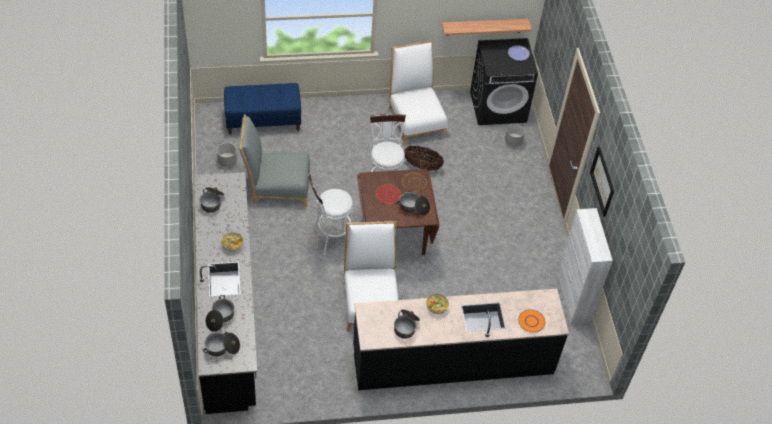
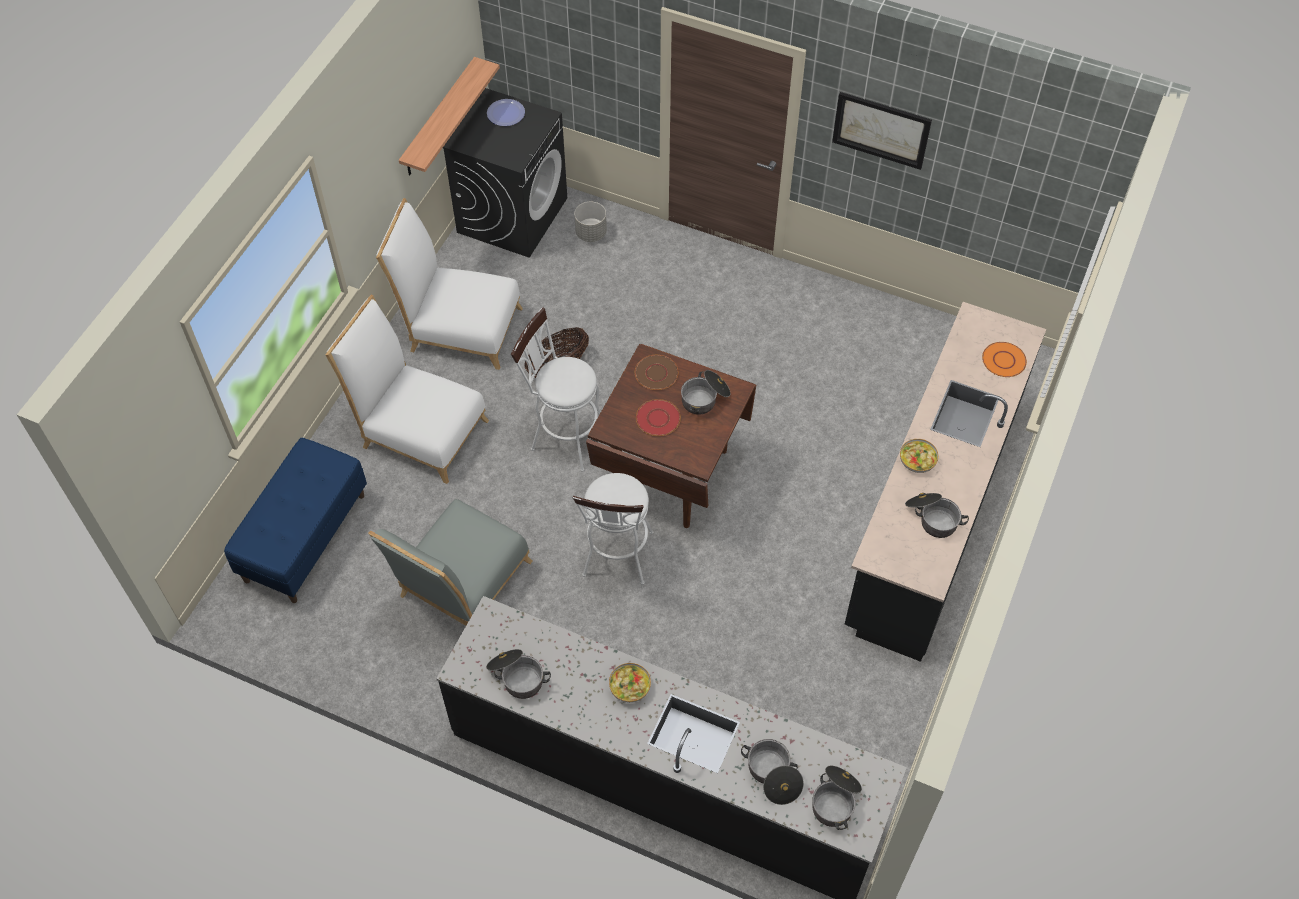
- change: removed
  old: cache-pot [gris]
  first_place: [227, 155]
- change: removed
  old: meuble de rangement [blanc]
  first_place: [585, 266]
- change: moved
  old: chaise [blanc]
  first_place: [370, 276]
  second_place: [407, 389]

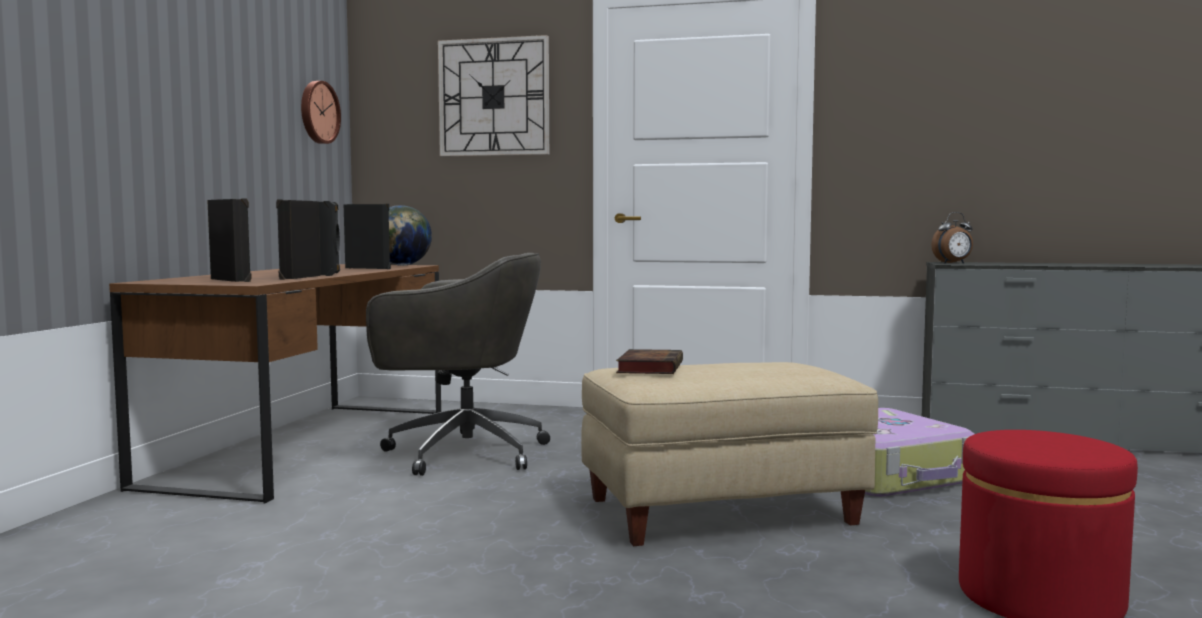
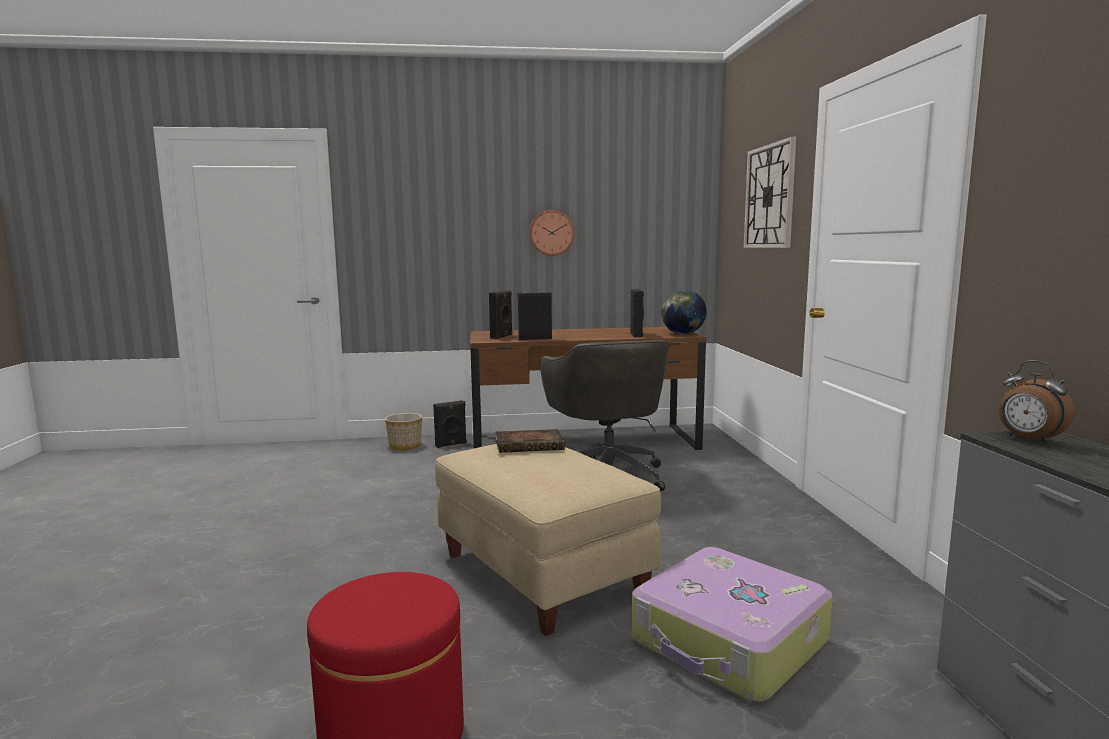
- change: added
  new: cache-pot
  second_place: [403, 431]
- change: moved
  old: horloge murale
  first_place: [321, 112]
  second_place: [551, 233]
- change: moved
  old: enceinte [noir]
  first_place: [329, 238]
  second_place: [450, 424]

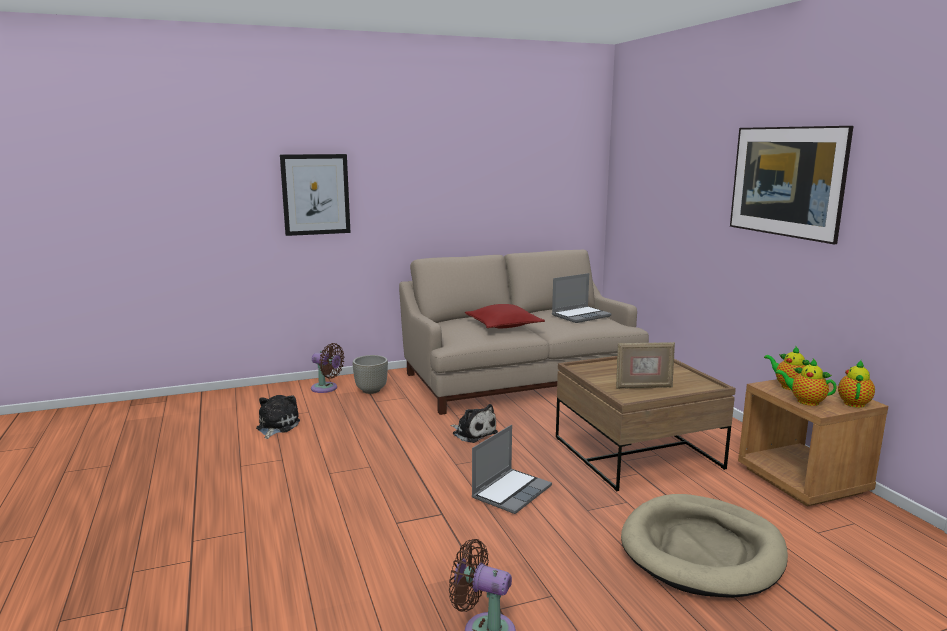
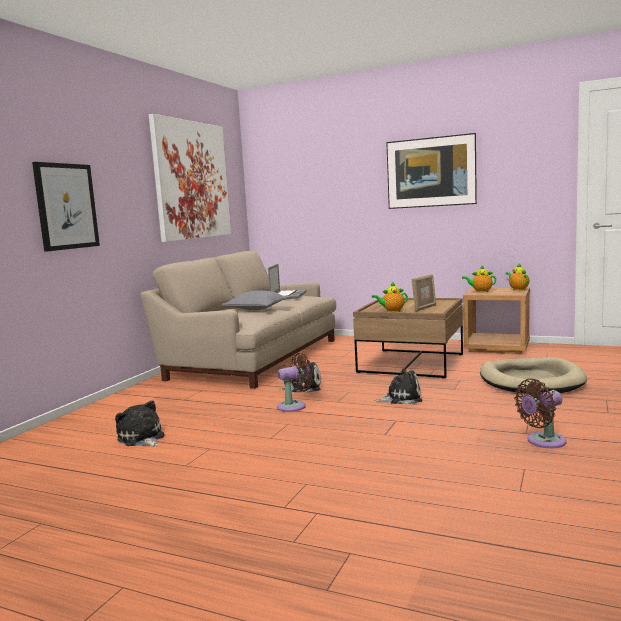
- change: removed
  old: cache-pot [gris]
  first_place: [370, 374]
- change: added
  new: tableau
  second_place: [190, 178]
- change: moved
  old: ventilateur [marron]
  first_place: [328, 368]
  second_place: [294, 382]
- change: moved
  old: théière
  first_place: [806, 382]
  second_place: [390, 297]
- change: replaced
  old: ordinateur portable
  new: peluche
  first_place: [512, 469]
  second_place: [398, 386]
- change: recoloured
  old: coussin [rouge]
  new: coussin [gris]
  first_place: [505, 316]
  second_place: [255, 300]

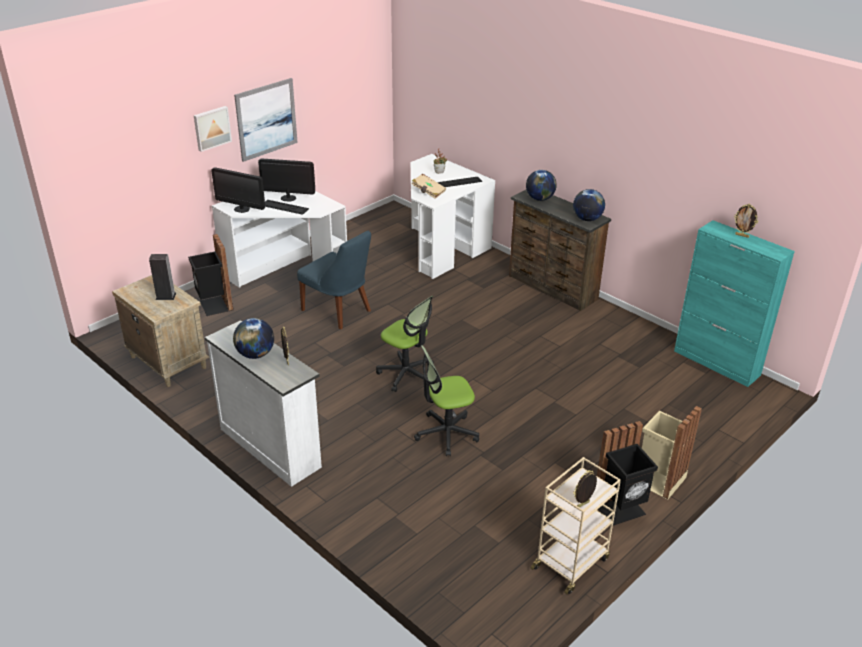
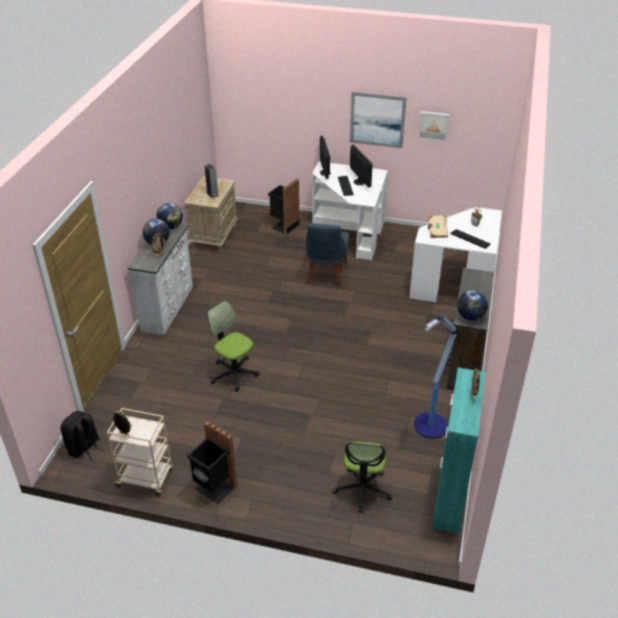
- change: removed
  old: poubelle [beige]
  first_place: [672, 452]
- change: added
  new: sac à dos [noir]
  second_place: [81, 435]
- change: added
  new: lampadaire
  second_place: [435, 376]
- change: moved
  old: tableau
  first_place: [213, 129]
  second_place: [434, 126]
- change: moved
  old: chaise de bureau
  first_place: [405, 344]
  second_place: [363, 477]
- change: moved
  old: globe
  first_place: [541, 185]
  second_place: [169, 216]

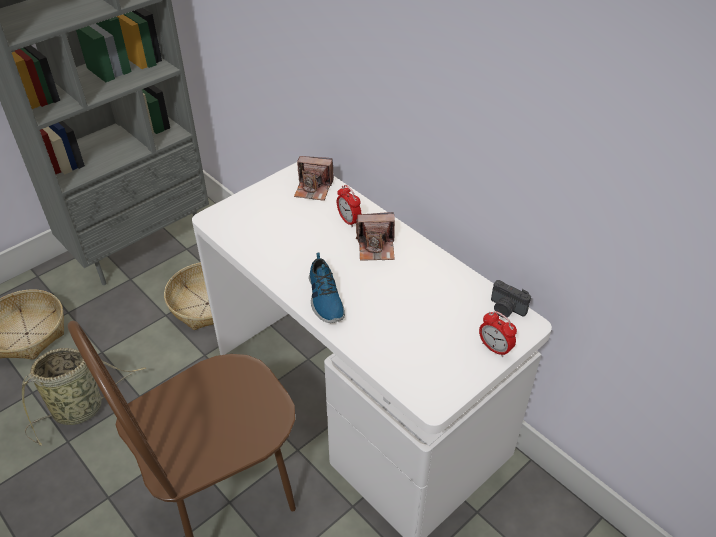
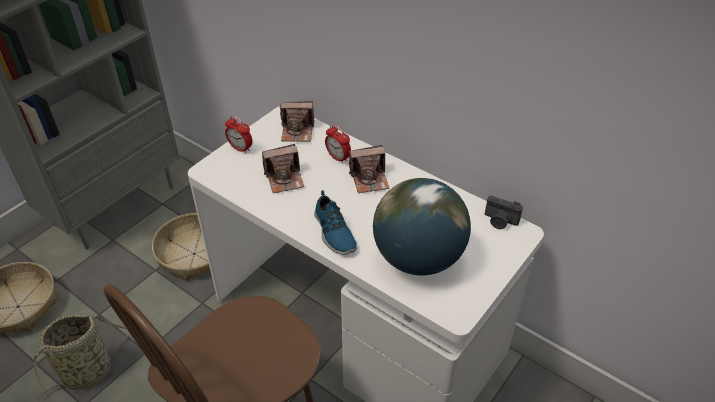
- change: added
  new: appareil photo
  second_place: [283, 168]
- change: added
  new: globe
  second_place: [422, 227]
- change: moved
  old: réveil
  first_place: [498, 334]
  second_place: [239, 134]

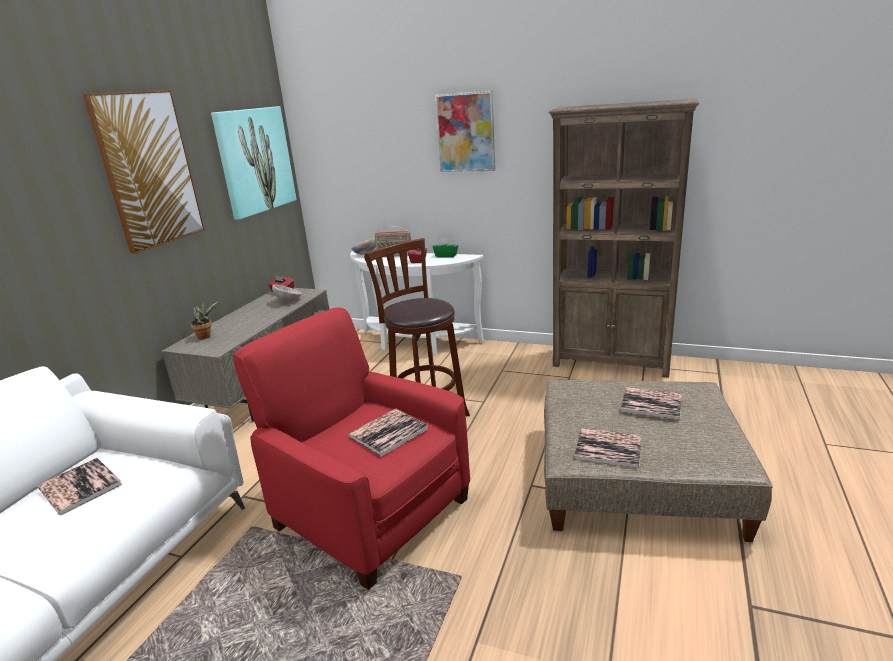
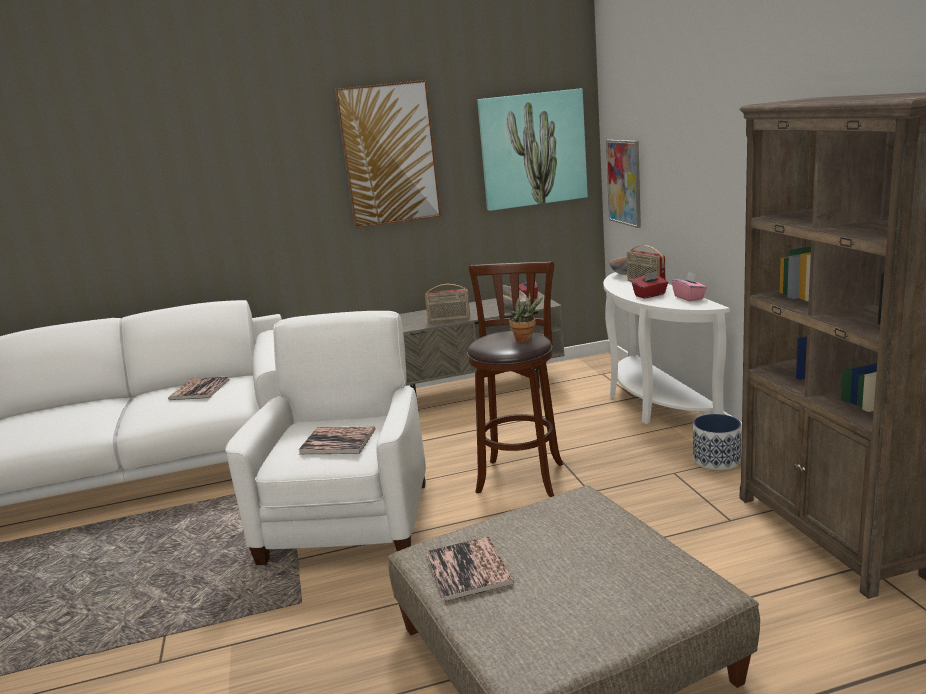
- change: removed
  old: livre
  first_place: [651, 403]
- change: added
  new: radio
  second_place: [447, 303]
- change: added
  new: cache-pot
  second_place: [717, 442]
- change: moved
  old: plante en pot
  first_place: [204, 320]
  second_place: [526, 317]
- change: moved
  old: tableau
  first_place: [465, 131]
  second_place: [623, 184]
- change: recoloured
  old: fauteuil [rouge]
  new: fauteuil [blanc]
  first_place: [351, 448]
  second_place: [326, 438]
- change: recoloured
  old: boîte à mouchoirs [vert]
  new: boîte à mouchoirs [rose]
  first_place: [445, 248]
  second_place: [689, 286]

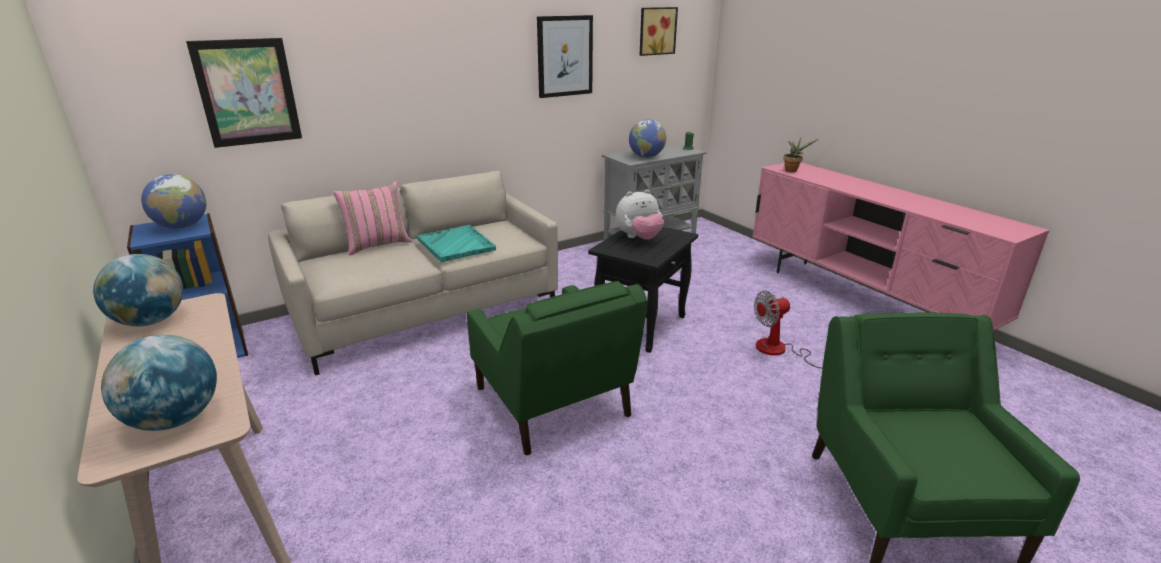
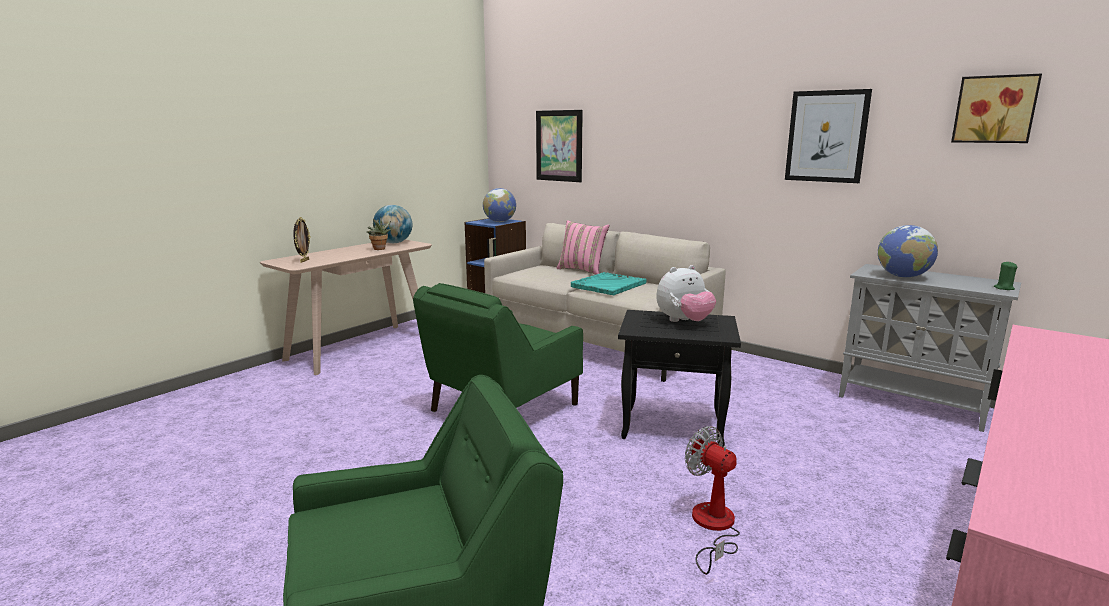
- change: moved
  old: plante en pot
  first_place: [801, 154]
  second_place: [379, 233]
- change: replaced
  old: globe
  new: cadre photo
  first_place: [159, 383]
  second_place: [301, 240]
- change: turned
  old: peluche
  first_place: [640, 214]
  second_place: [686, 293]
  degrees: -75

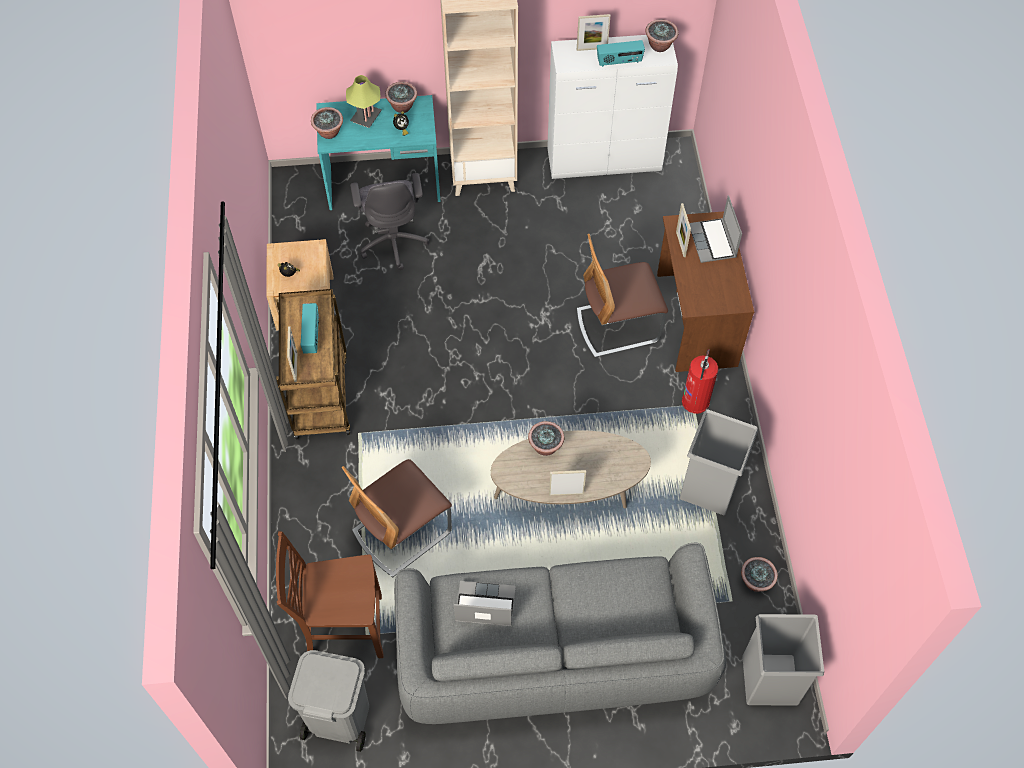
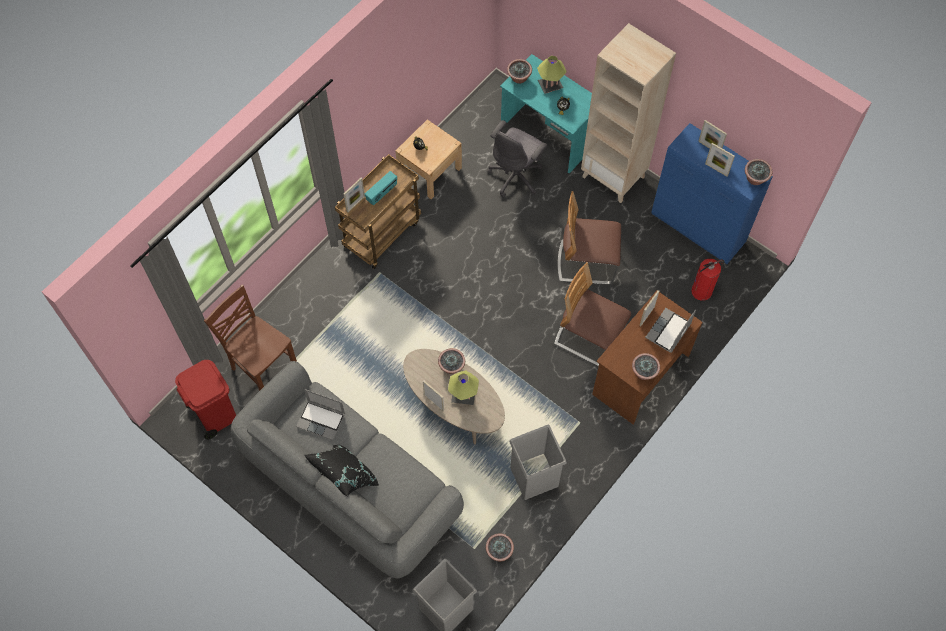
- change: added
  new: coussin [noir]
  second_place: [341, 471]
- change: added
  new: lampe de table
  second_place: [463, 387]
- change: moved
  old: chaise
  first_place: [397, 518]
  second_place: [589, 237]
- change: moved
  old: plante en pot
  first_place: [401, 97]
  second_place: [646, 366]
- change: moved
  old: extincteur
  first_place: [700, 381]
  second_place: [707, 280]
- change: replaced
  old: radio
  new: cadre photo
  first_place: [621, 53]
  second_place: [720, 160]
- change: recoloured
  old: poubelle [gris]
  new: poubelle [rouge]
  first_place: [328, 701]
  second_place: [205, 400]
- change: recoloured
  old: meuble de rangement [blanc]
  new: meuble de rangement [bleu]
  first_place: [612, 107]
  second_place: [712, 193]
- change: turned
  old: ordinateur portable
  first_place: [485, 603]
  second_place: [320, 414]
  degrees: 150

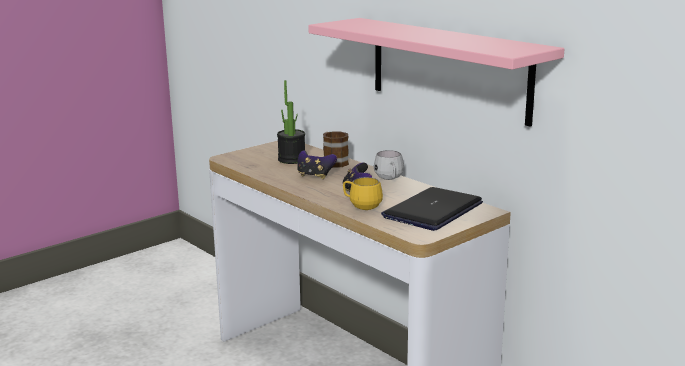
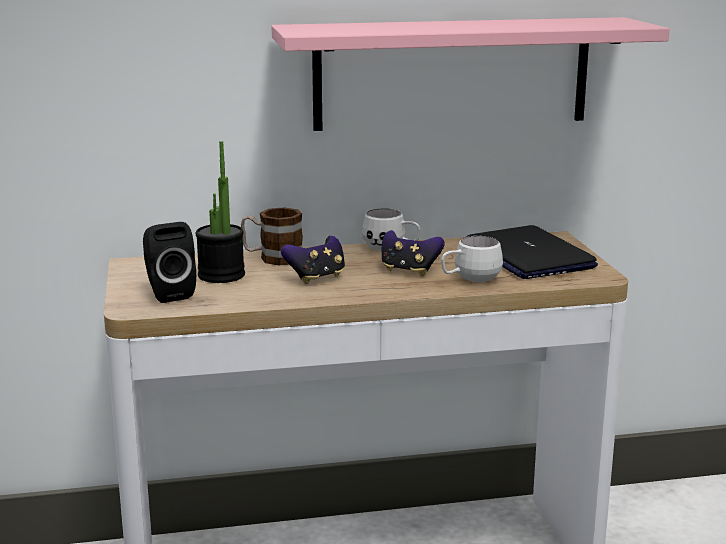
- change: added
  new: enceinte [noir]
  second_place: [169, 262]
- change: recoloured
  old: mug [jaune]
  new: mug [blanc]
  first_place: [363, 193]
  second_place: [472, 259]

